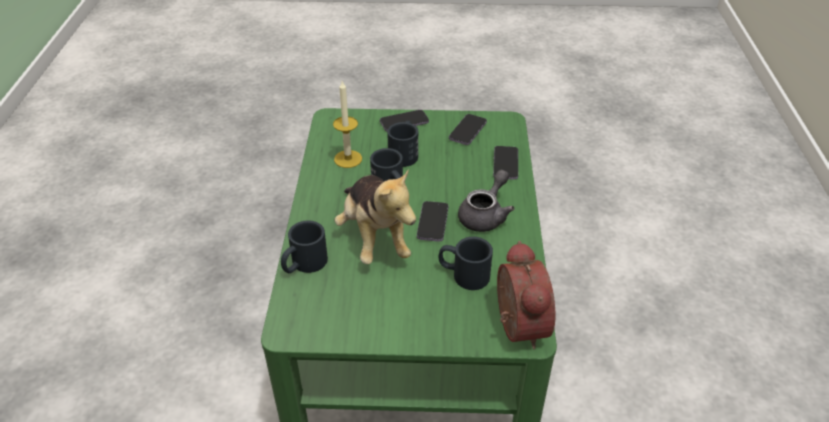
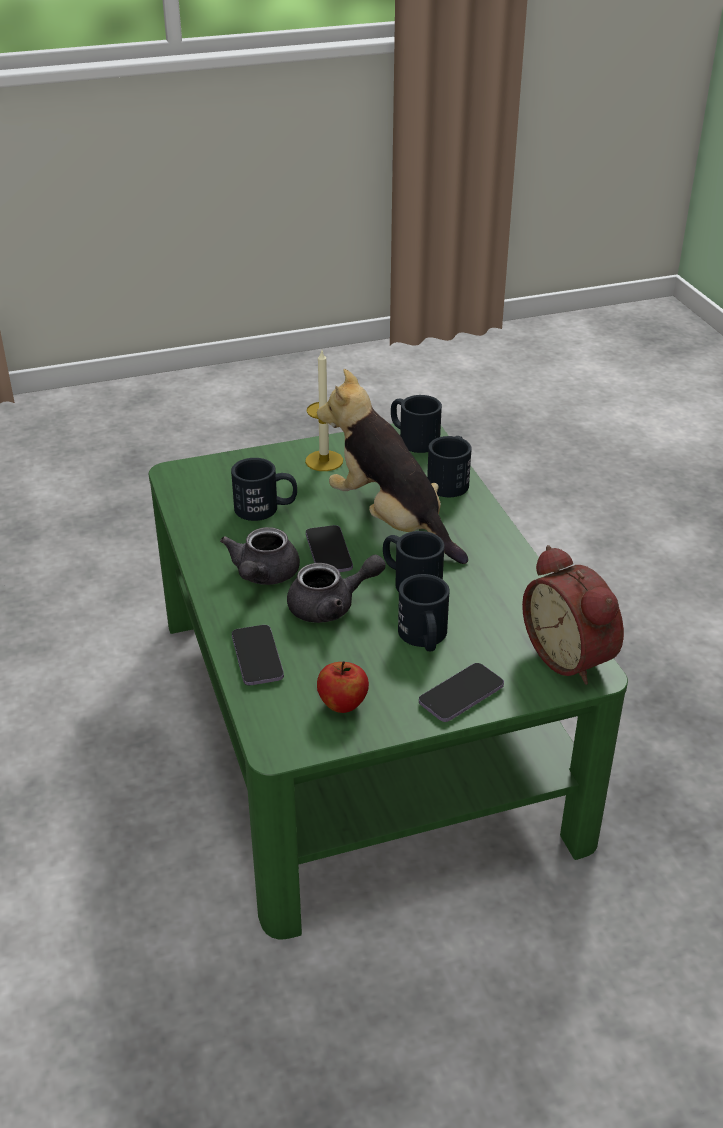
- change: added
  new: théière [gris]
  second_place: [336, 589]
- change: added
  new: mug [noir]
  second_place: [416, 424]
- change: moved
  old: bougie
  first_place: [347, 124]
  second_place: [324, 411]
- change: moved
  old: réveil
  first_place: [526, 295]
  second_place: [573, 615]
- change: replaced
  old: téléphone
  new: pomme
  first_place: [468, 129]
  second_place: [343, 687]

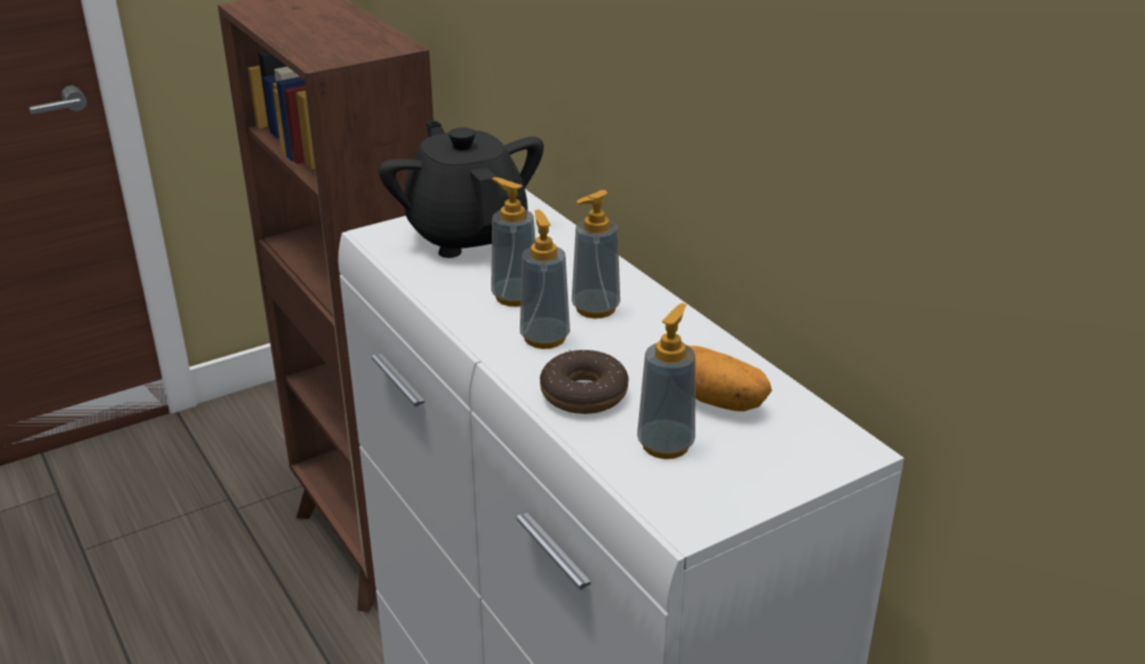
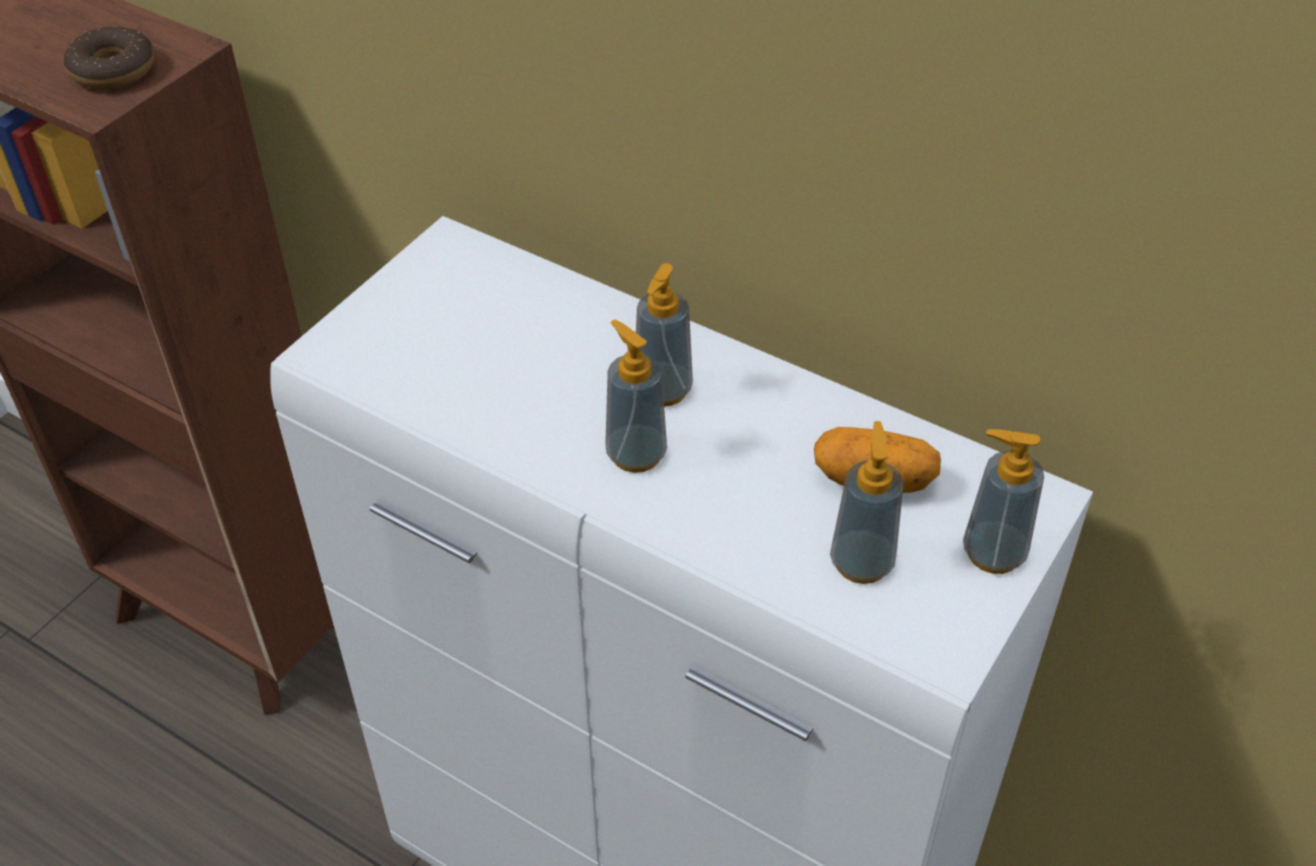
- change: removed
  old: théière [noir]
  first_place: [461, 189]
- change: moved
  old: distributeur de savon
  first_place: [513, 242]
  second_place: [1003, 501]
- change: moved
  old: beignet
  first_place: [584, 382]
  second_place: [109, 57]

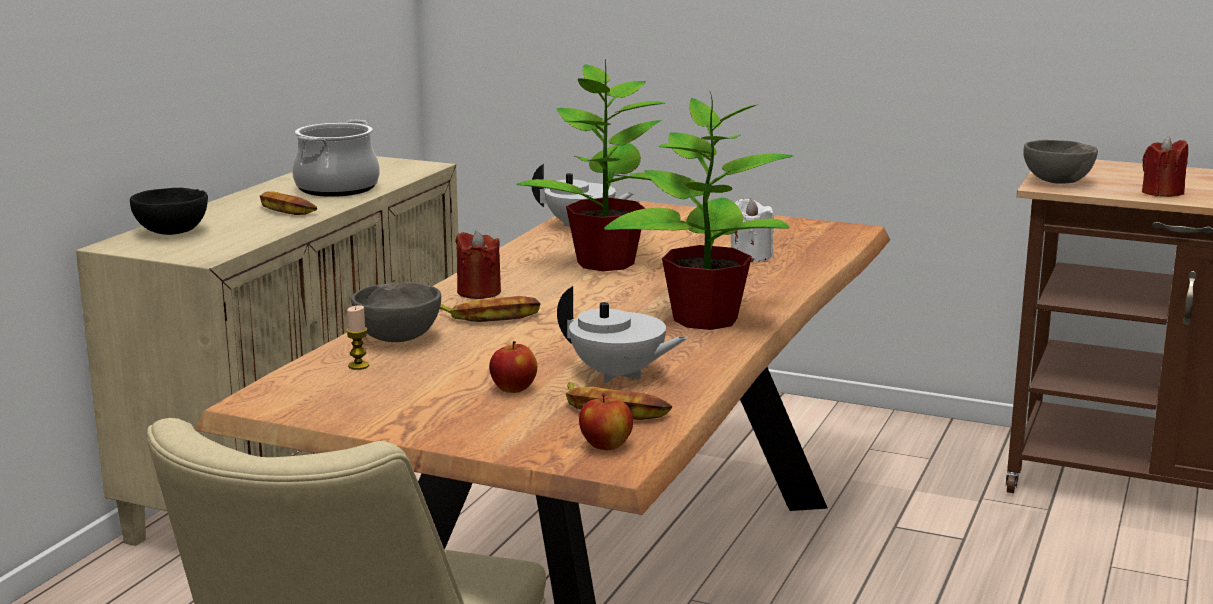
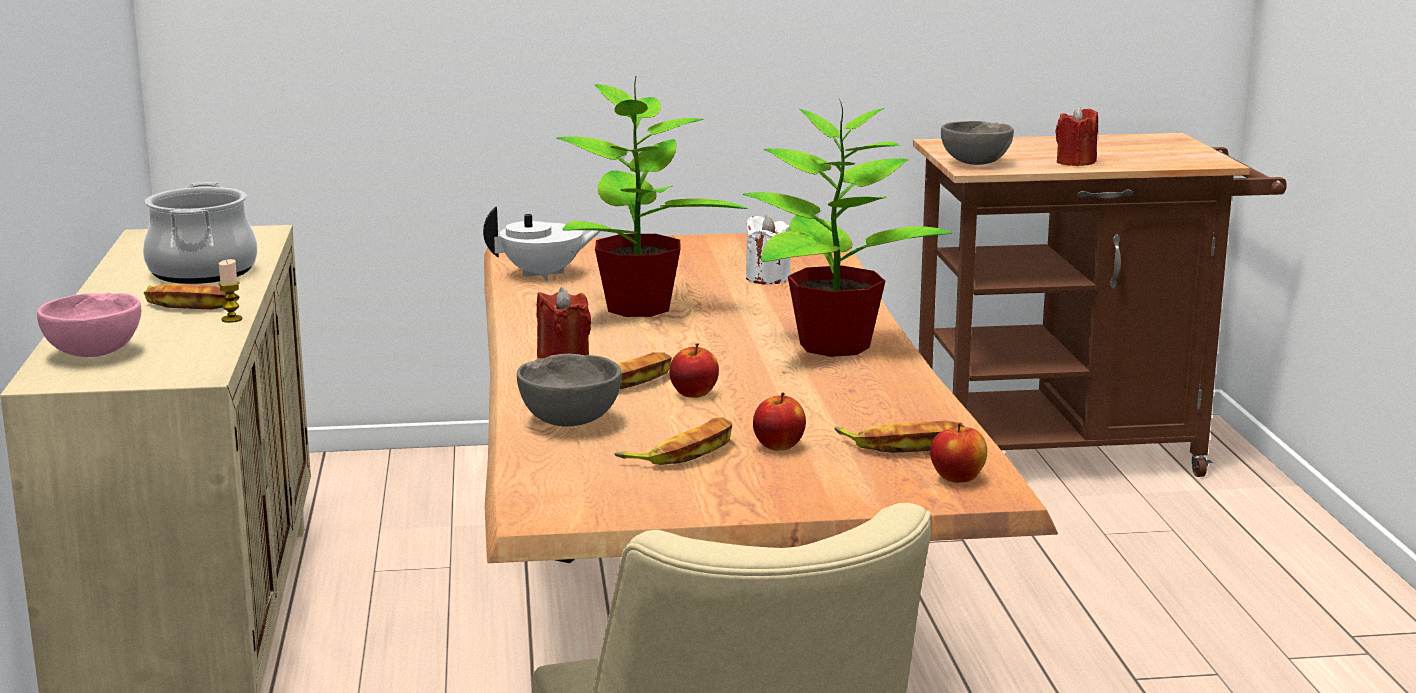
- change: removed
  old: théière [blanc]
  first_place: [622, 334]
- change: added
  new: banane
  second_place: [673, 441]
- change: added
  new: pomme
  second_place: [694, 370]
- change: moved
  old: bougie
  first_place: [357, 337]
  second_place: [230, 291]
- change: recoloured
  old: bol [noir]
  new: bol [rose]
  first_place: [169, 211]
  second_place: [89, 325]

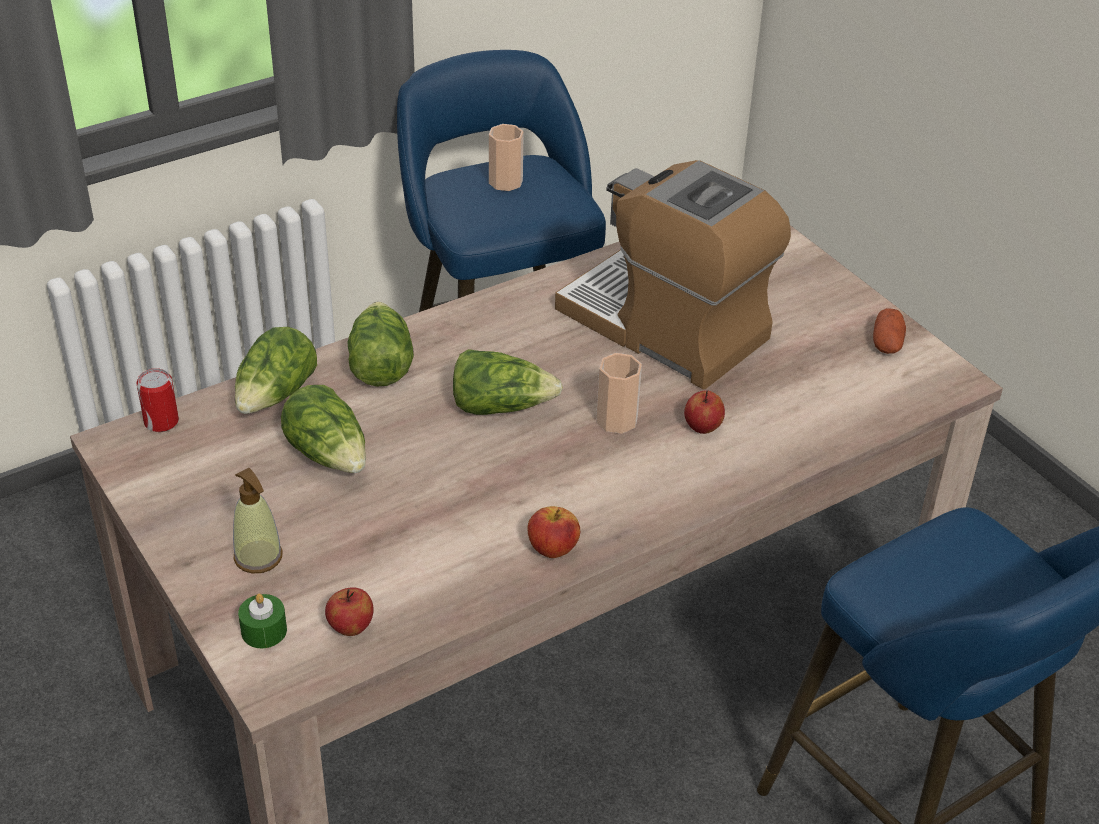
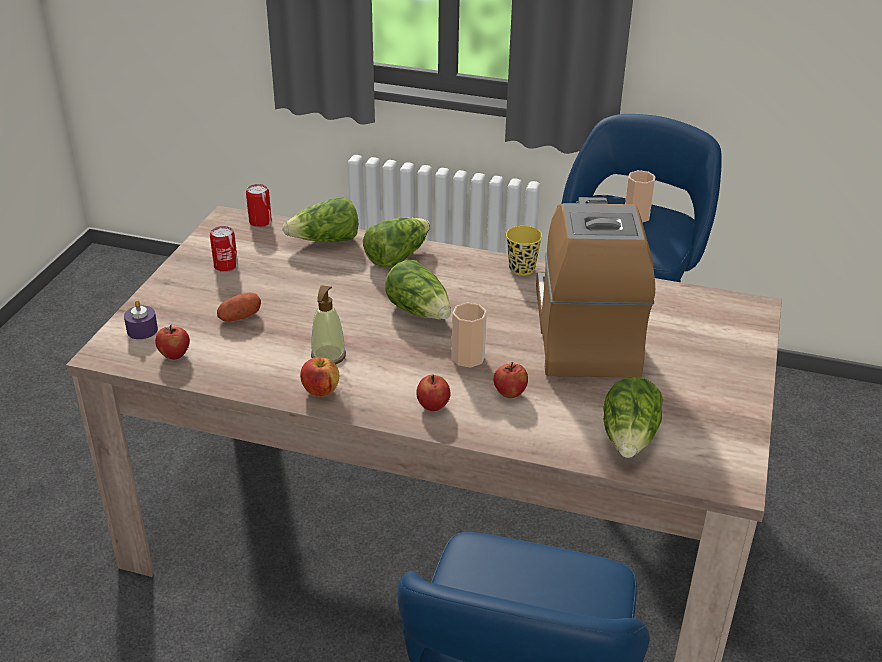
- change: added
  new: boîte métallique
  second_place: [224, 249]
- change: added
  new: pomme
  second_place: [433, 392]
- change: added
  new: tasse [jaune]
  second_place: [524, 251]
- change: moved
  old: distributeur de savon
  first_place: [258, 521]
  second_place: [328, 324]
- change: moved
  old: laitue
  first_place: [323, 429]
  second_place: [633, 417]
- change: moved
  old: pomme de terre
  first_place: [889, 331]
  second_place: [239, 307]
- change: recoloured
  old: bougie [vert]
  new: bougie [violet]
  first_place: [262, 620]
  second_place: [141, 319]

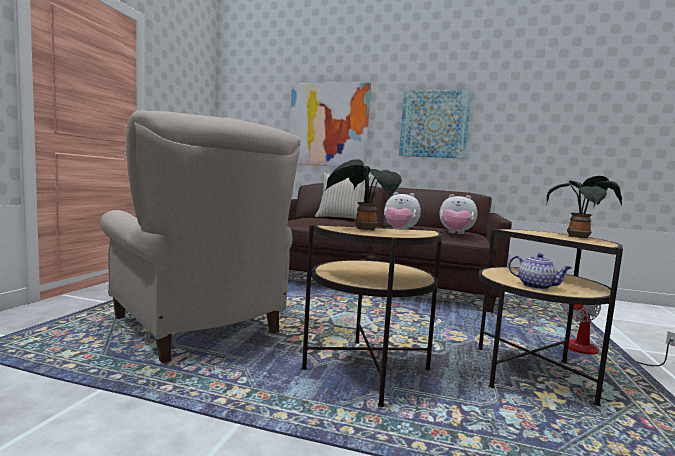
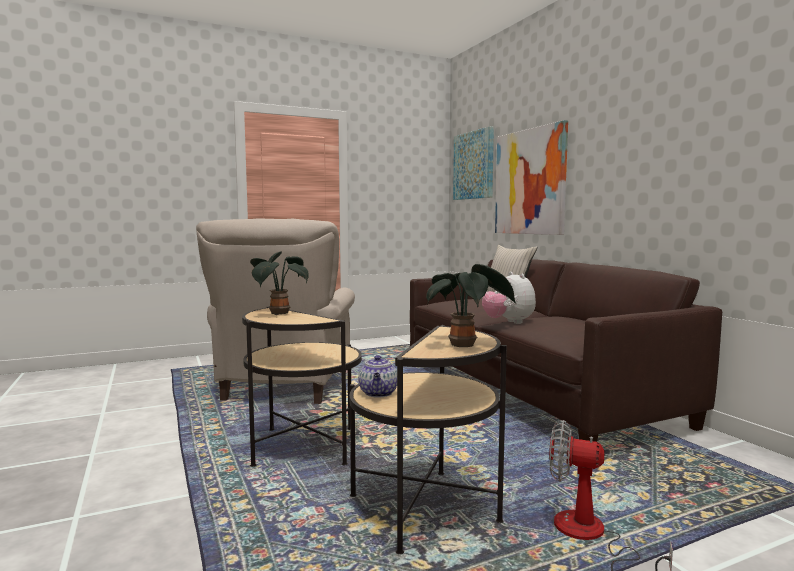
- change: removed
  old: peluche
  first_place: [459, 214]
- change: moved
  old: tableau
  first_place: [435, 124]
  second_place: [473, 163]

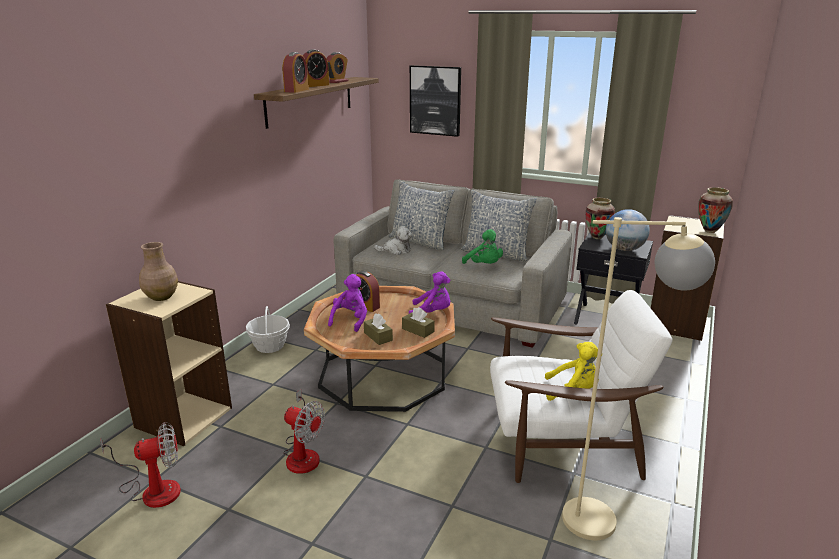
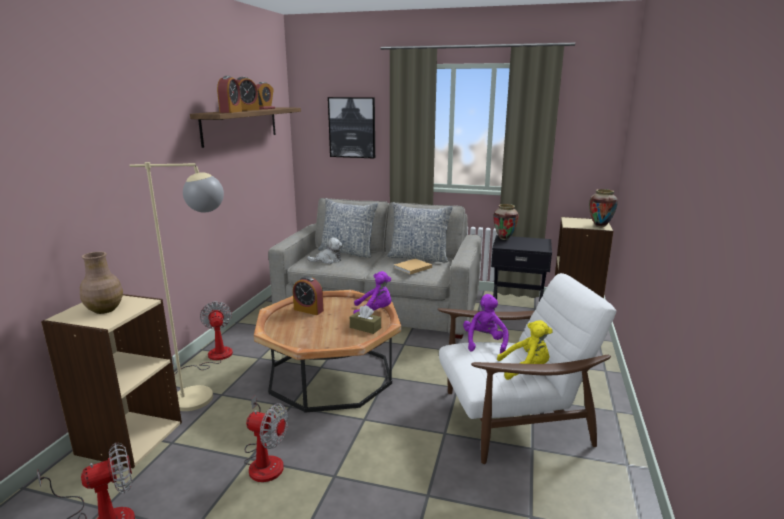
- change: removed
  old: boîte à mouchoirs [marron]
  first_place: [378, 329]
- change: removed
  old: globe
  first_place: [628, 230]
- change: moved
  old: peluche [violet]
  first_place: [347, 303]
  second_place: [486, 324]
- change: moved
  old: lampadaire [beige]
  first_place: [638, 378]
  second_place: [176, 286]
- change: replaced
  old: panier
  new: ventilateur
  first_place: [268, 329]
  second_place: [202, 338]
- change: replaced
  old: peluche [vert]
  new: livre [beige]
  first_place: [482, 246]
  second_place: [413, 267]

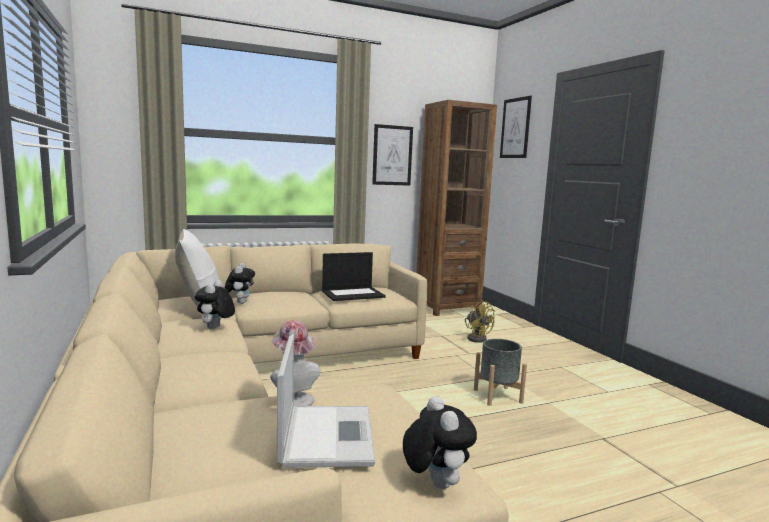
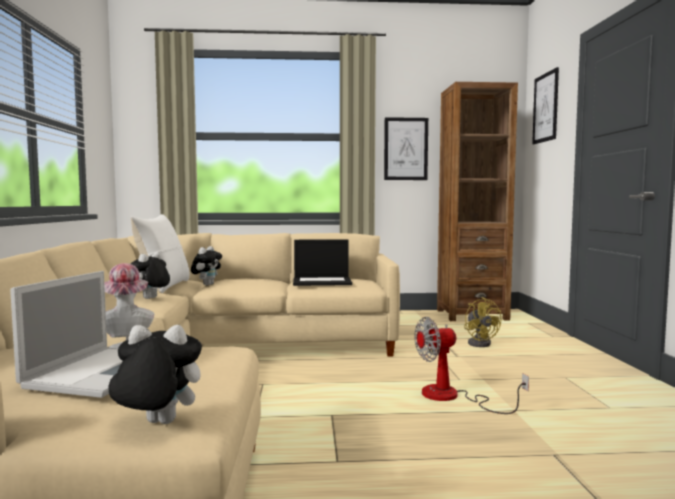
- change: replaced
  old: cache-pot [gris]
  new: ventilateur
  first_place: [500, 372]
  second_place: [471, 365]
- change: turned
  old: peluche
  first_place: [440, 442]
  second_place: [155, 374]
  degrees: -90

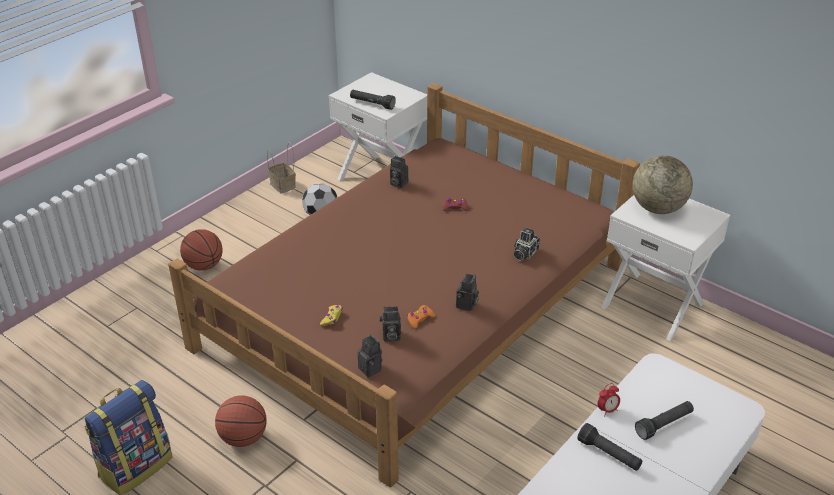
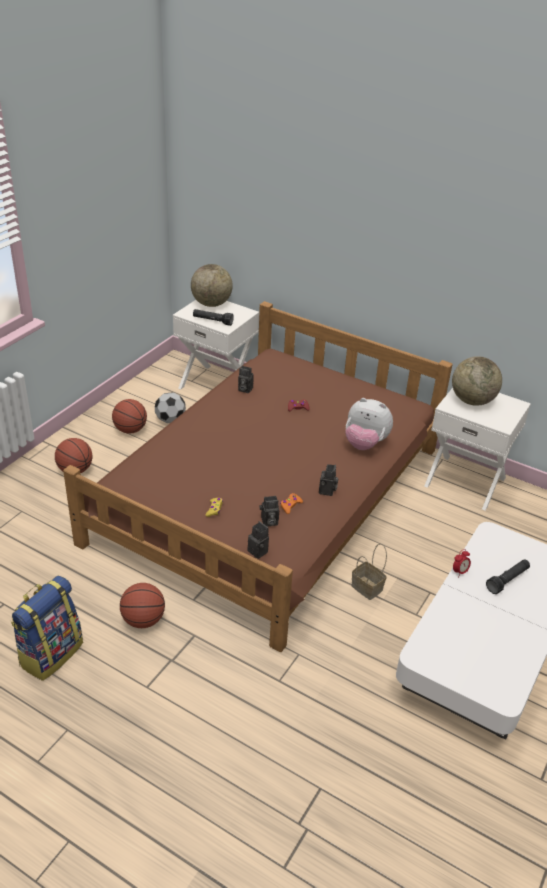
- change: removed
  old: lampe de poche [noir]
  first_place: [609, 447]
- change: added
  new: ballon de basket
  second_place: [129, 416]
- change: added
  new: globe
  second_place: [212, 285]
- change: moved
  old: panier
  first_place: [281, 168]
  second_place: [369, 571]
- change: replaced
  old: appareil photo
  new: peluche
  first_place: [526, 244]
  second_place: [369, 424]

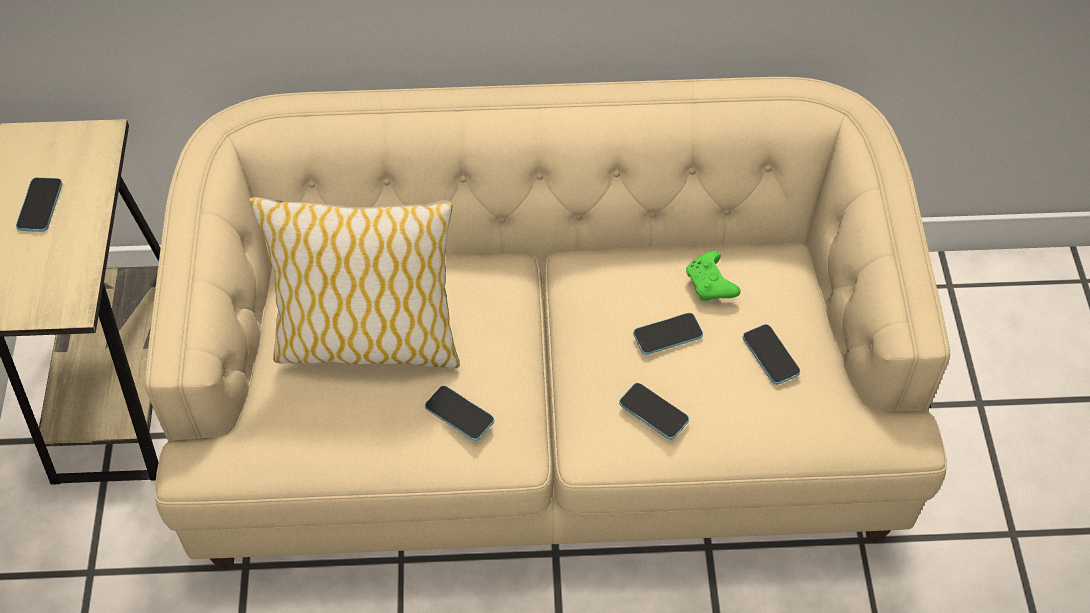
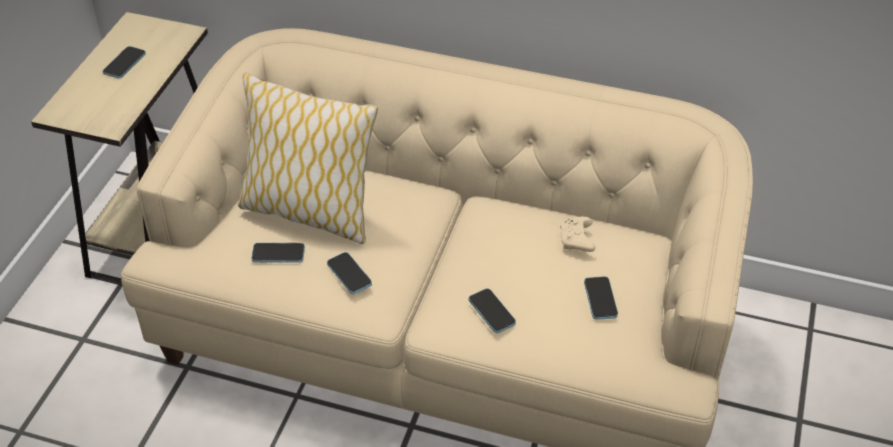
- change: moved
  old: téléphone
  first_place: [668, 334]
  second_place: [278, 253]
- change: recoloured
  old: manette [vert]
  new: manette [beige]
  first_place: [713, 276]
  second_place: [578, 234]

